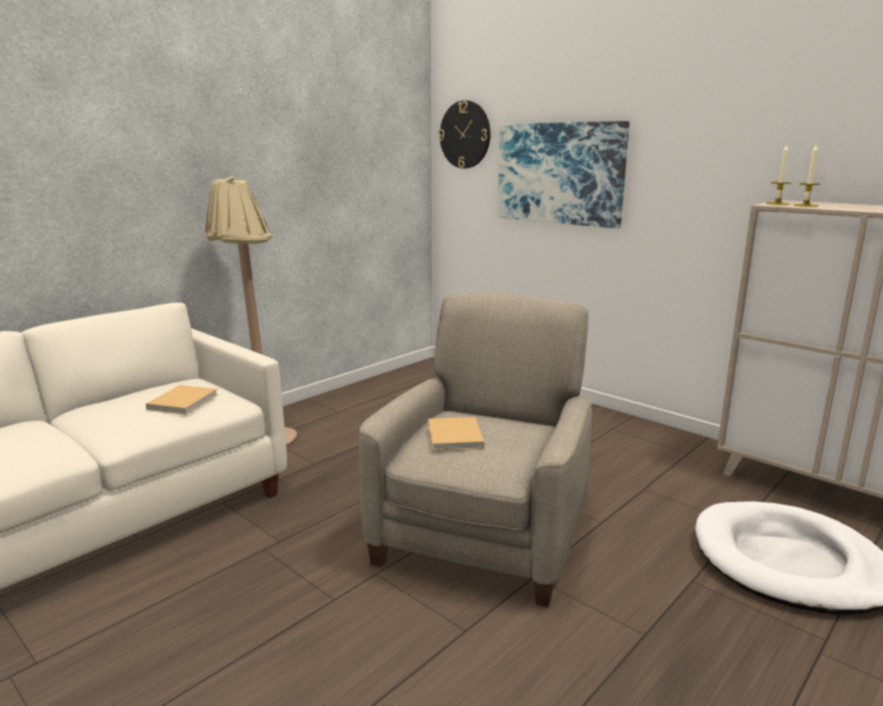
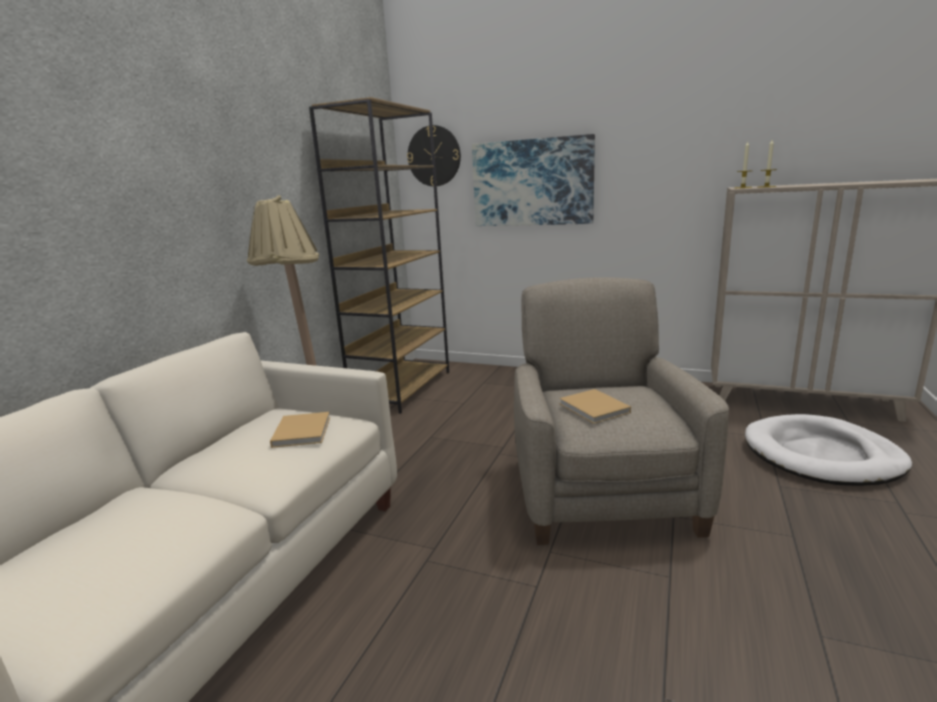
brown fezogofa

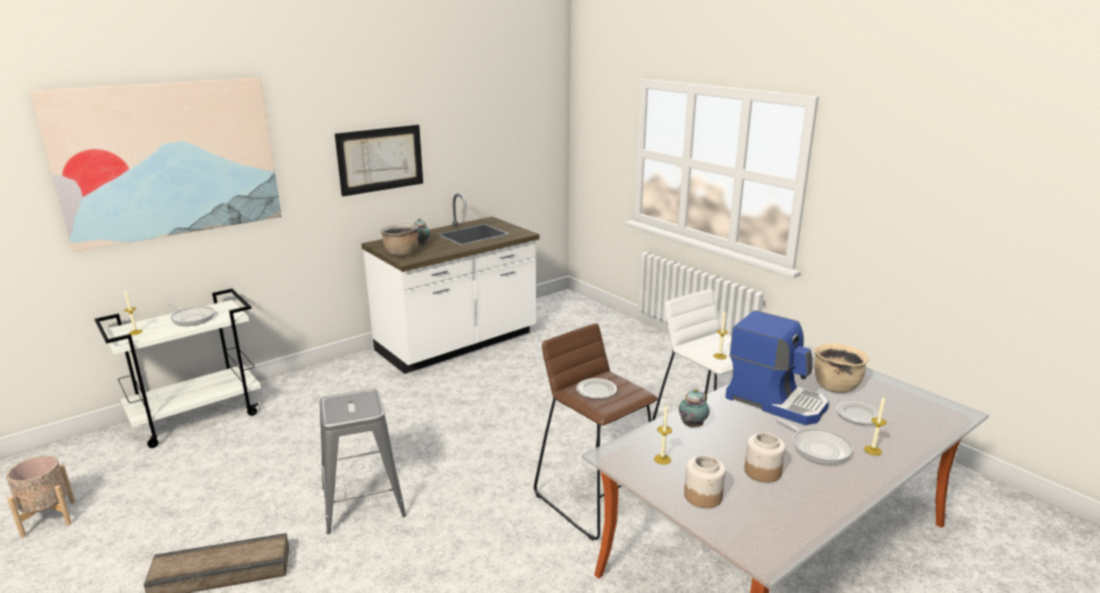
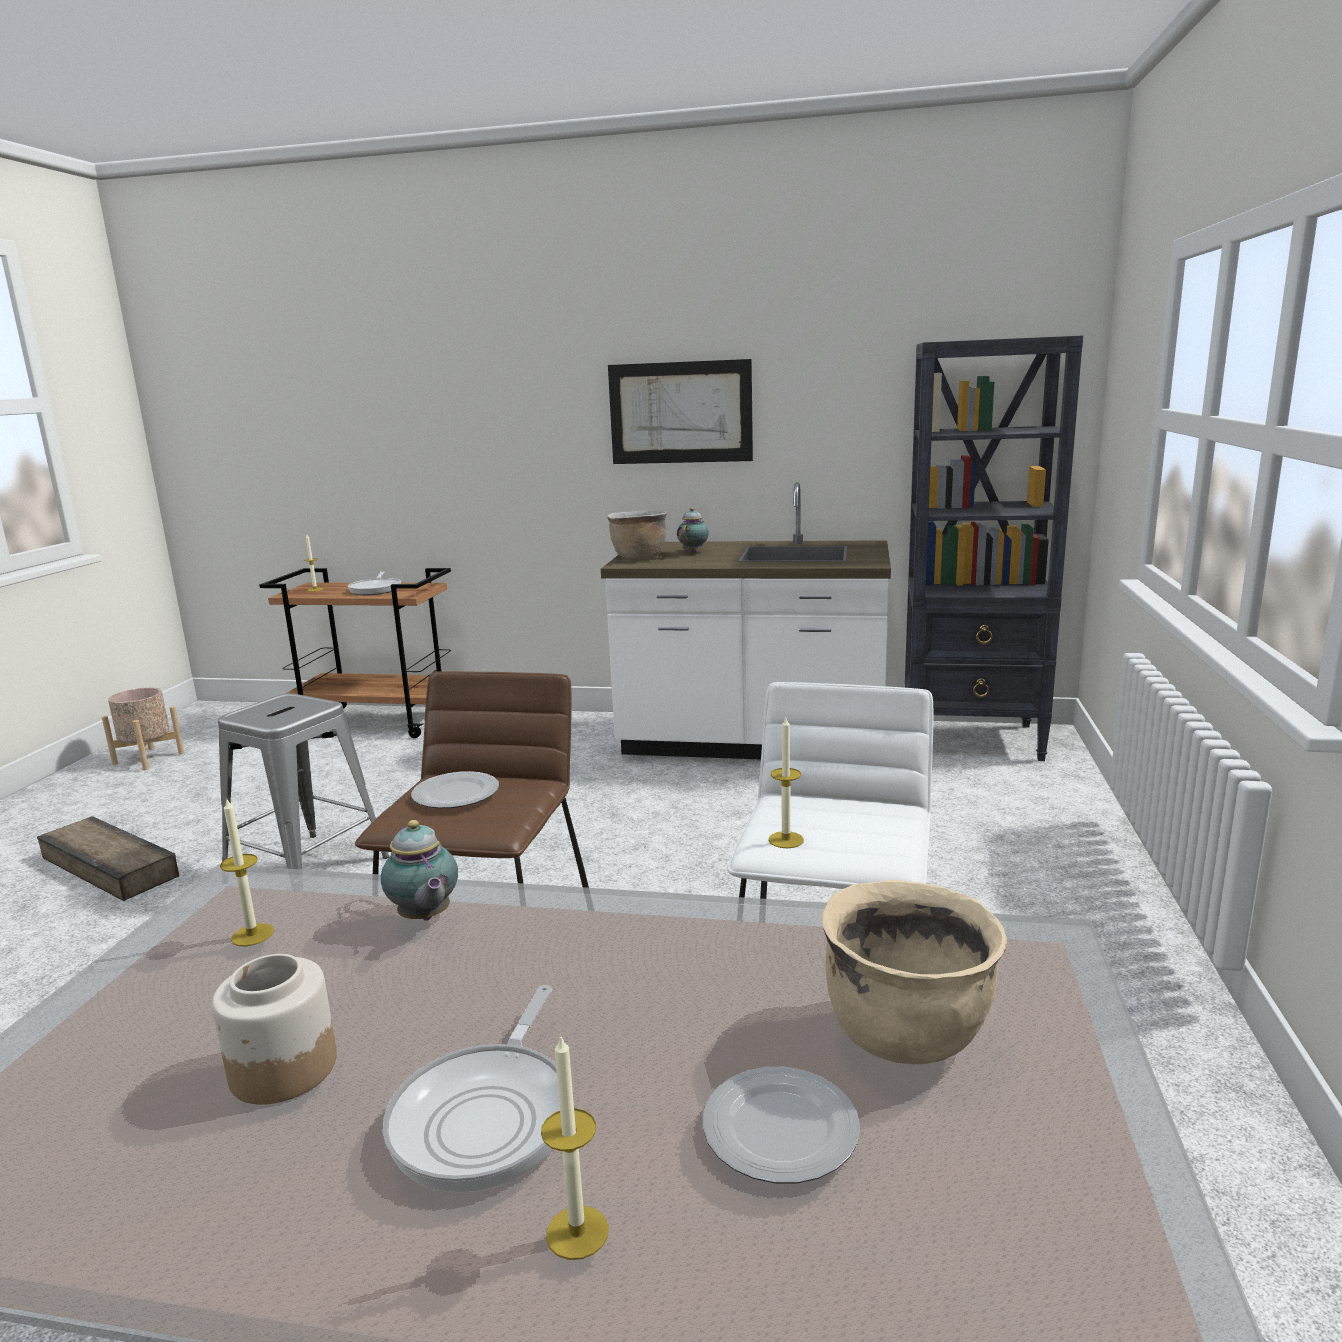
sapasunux (no. 1 from left in the first image)
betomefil (no. 1 from left in the first image)
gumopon
black fezogofa
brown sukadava
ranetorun (no. 1 from left)

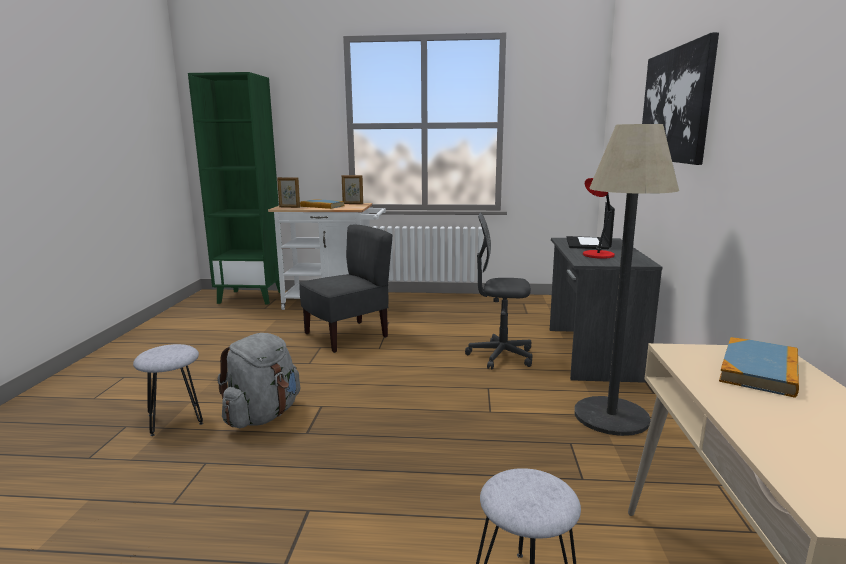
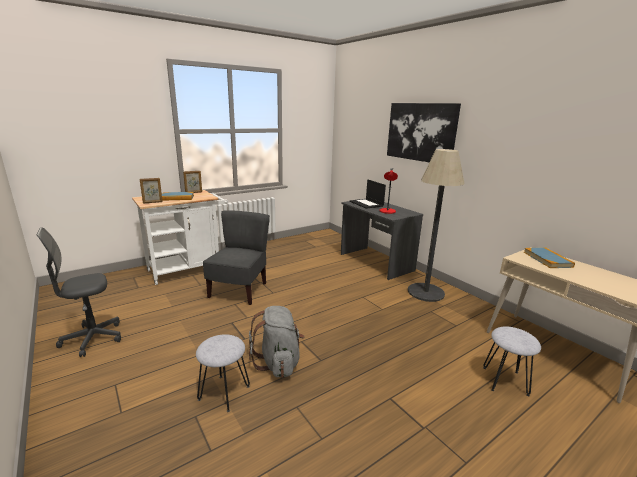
green fezogofa
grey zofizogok

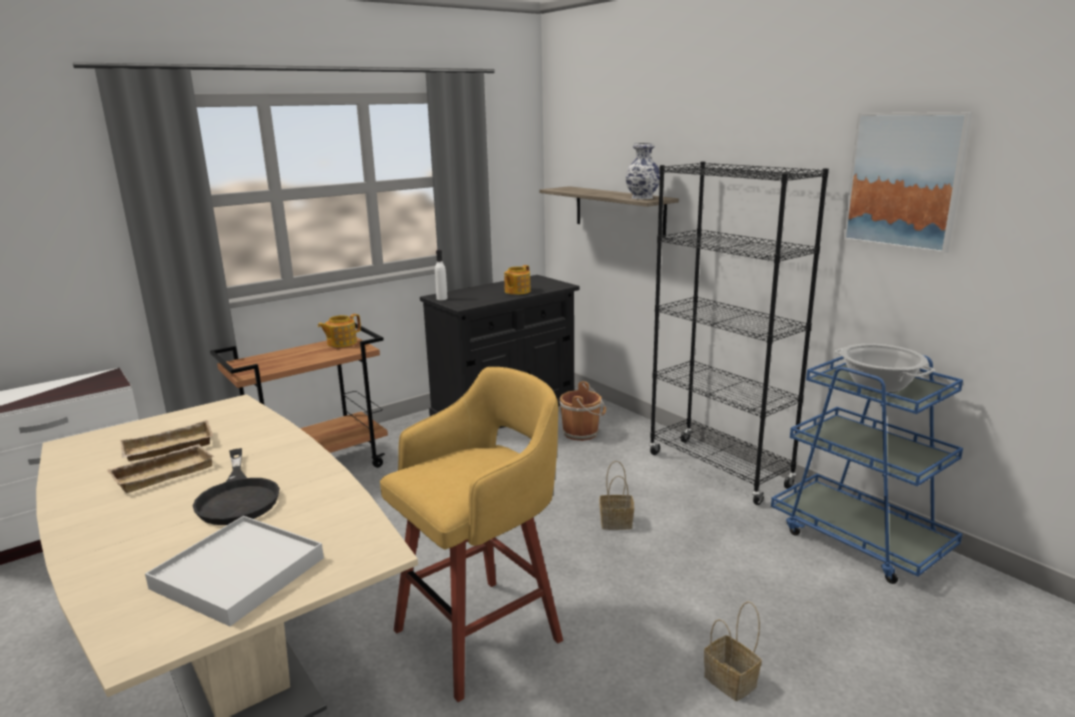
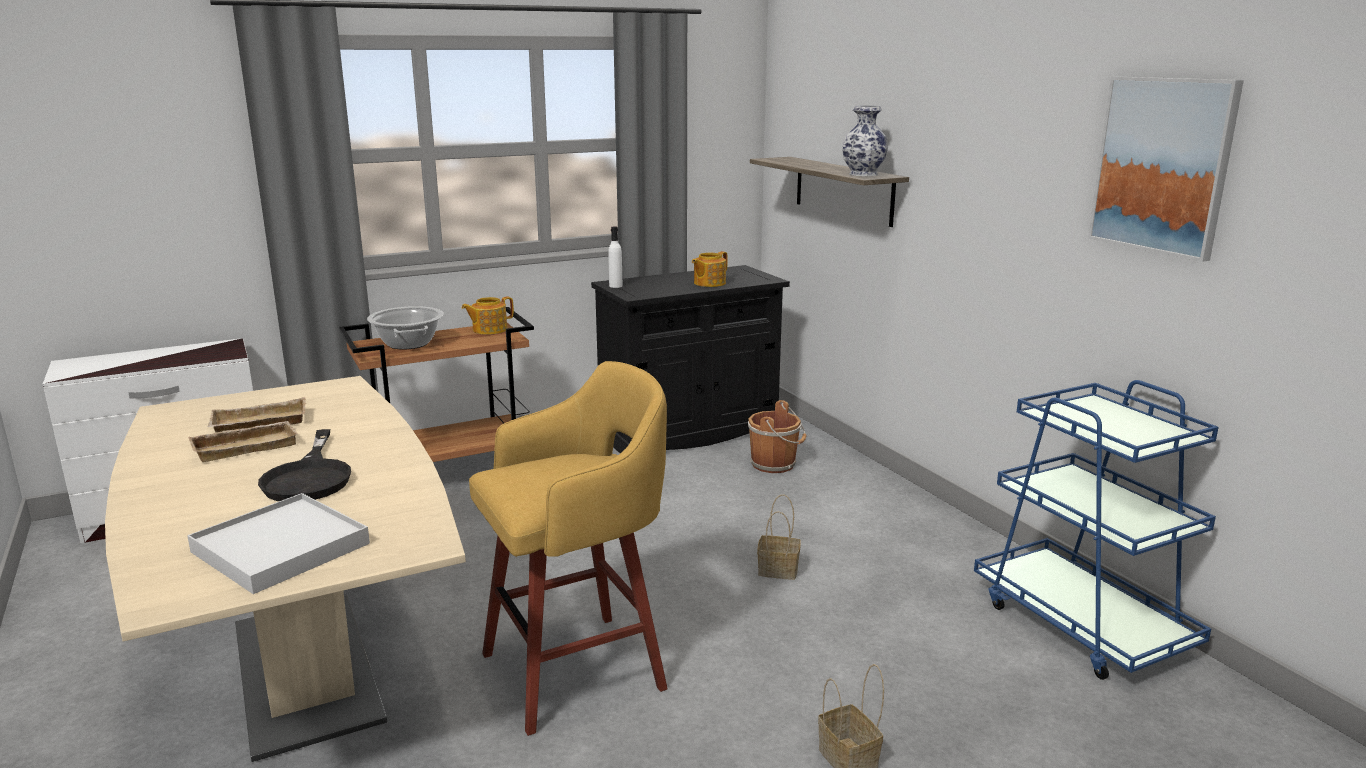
black fezogofa
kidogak

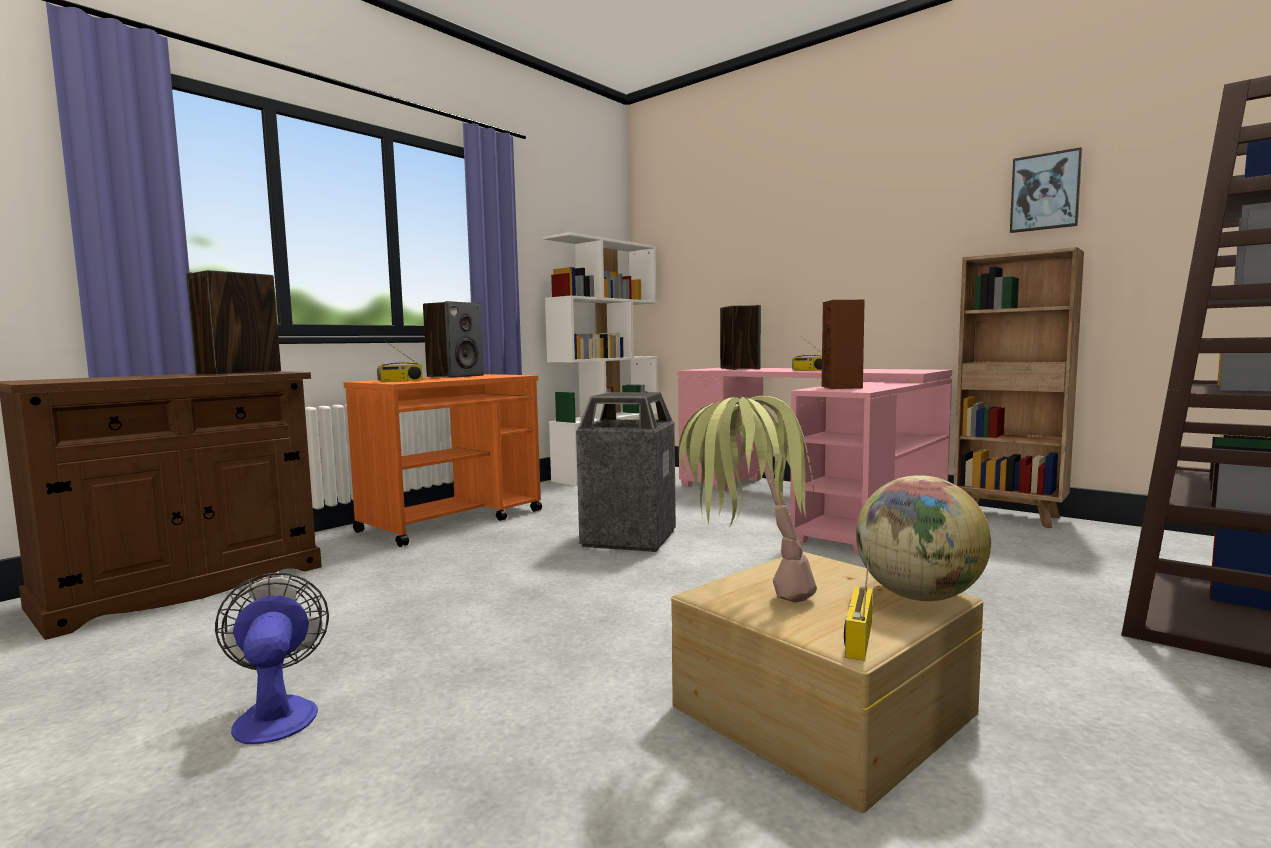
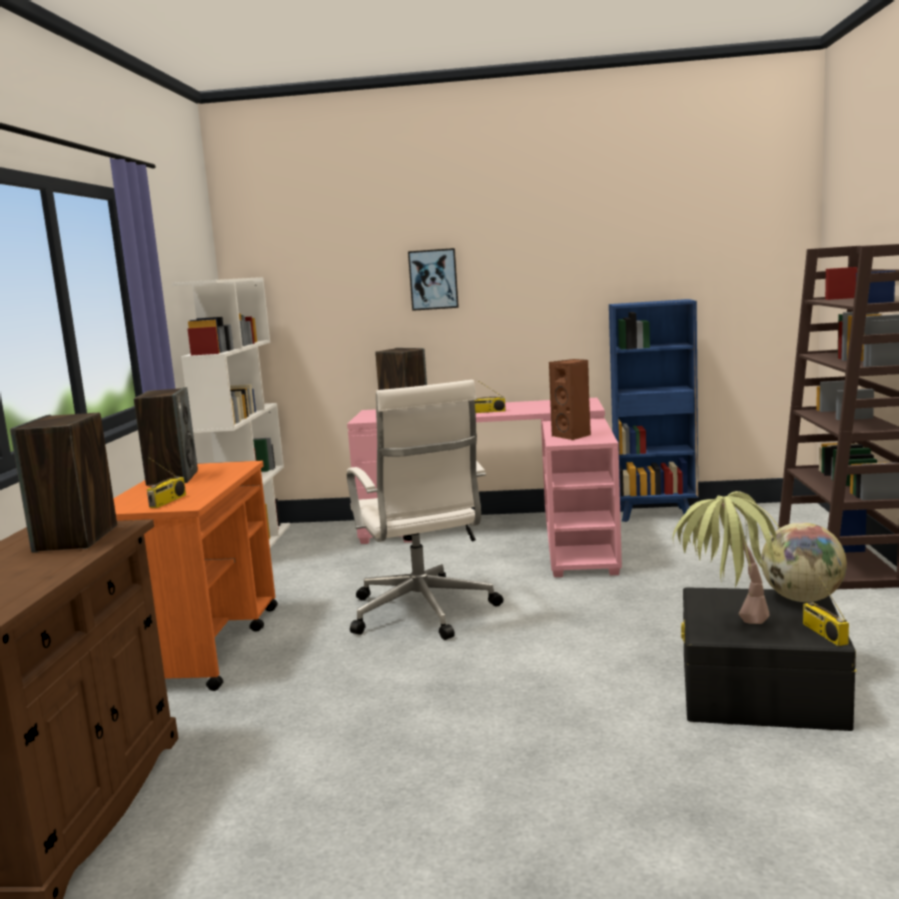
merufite
sapasunux
white zofizogok
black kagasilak
blue fezogofa

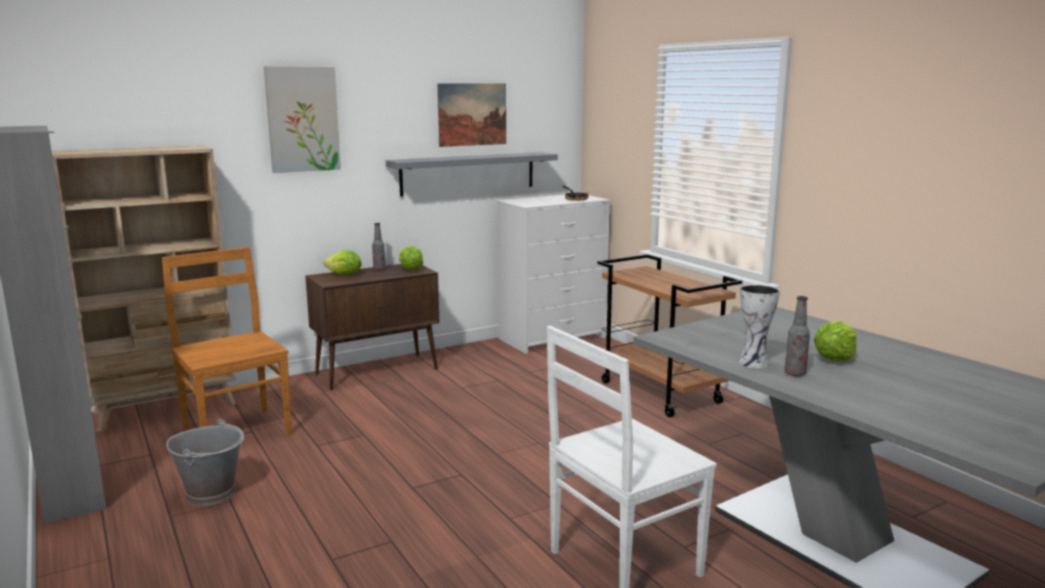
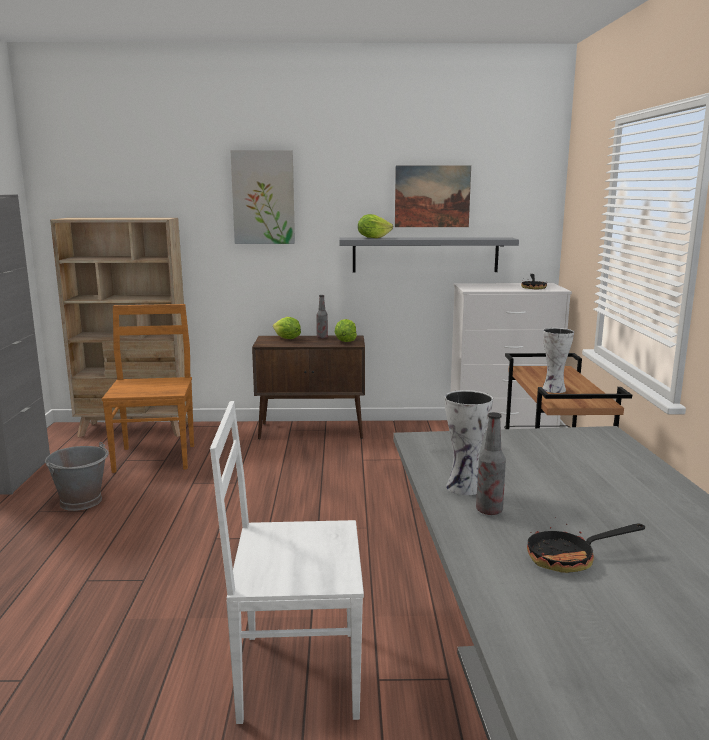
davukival (no. 2 from left)
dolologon (no. 2 from left)
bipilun (no. 3 from left)

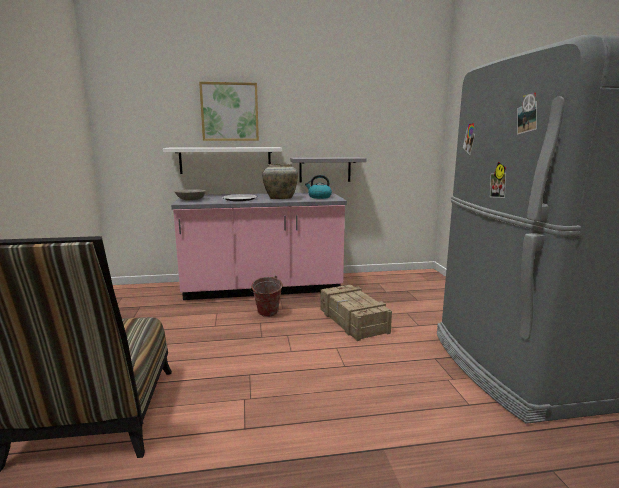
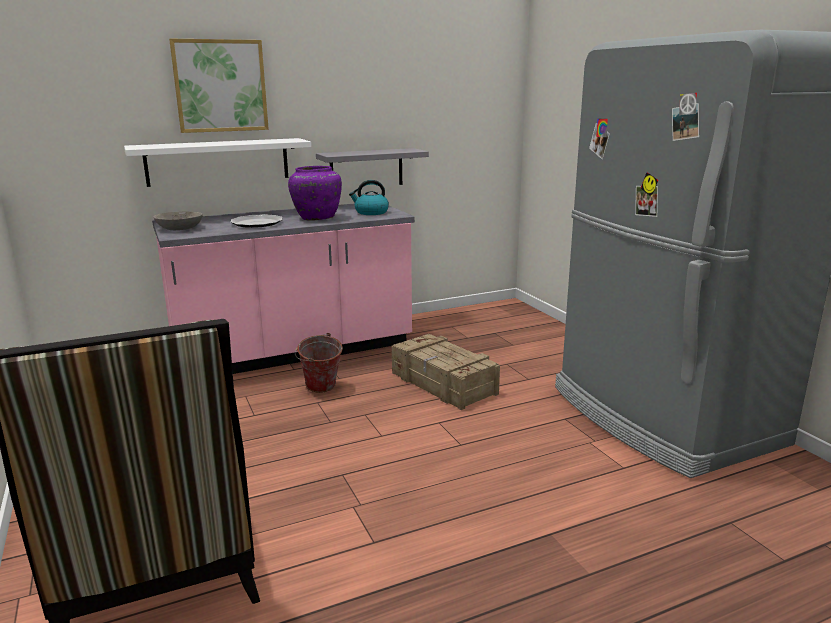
purple dolologon

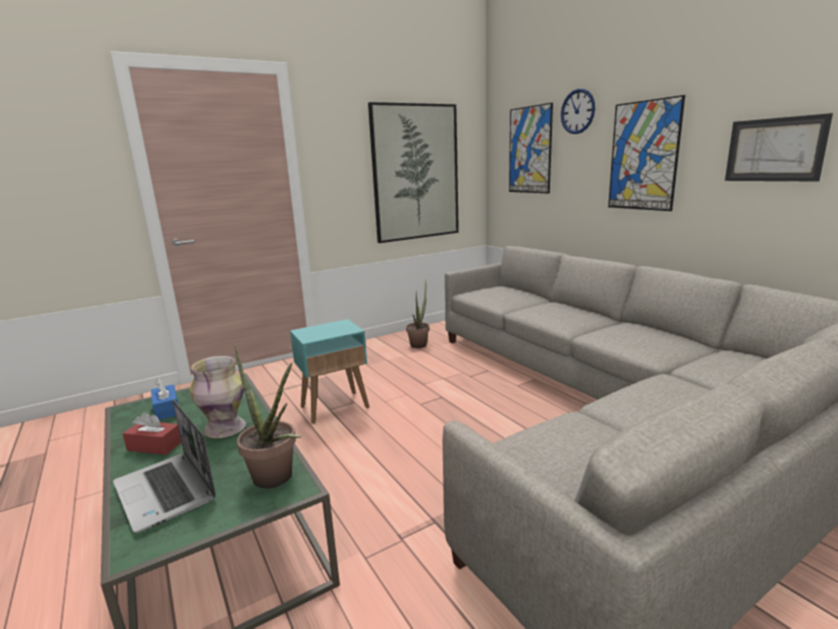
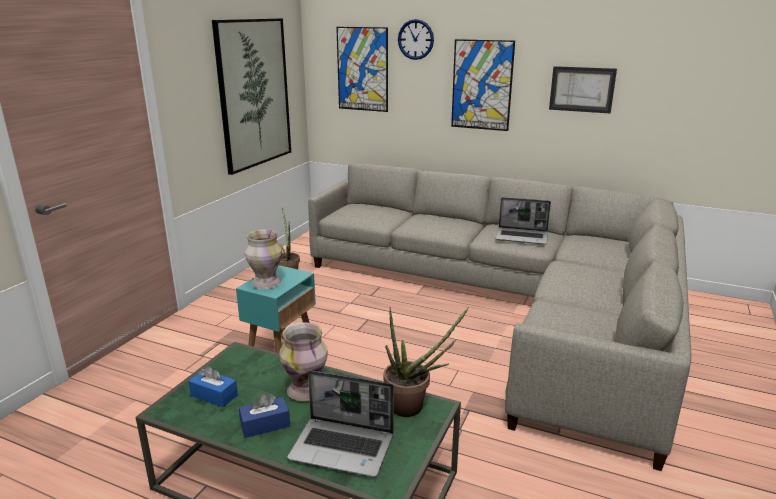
dolologon (no. 1 from left)
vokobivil (no. 2 from left)
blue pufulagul (no. 2 from left)

